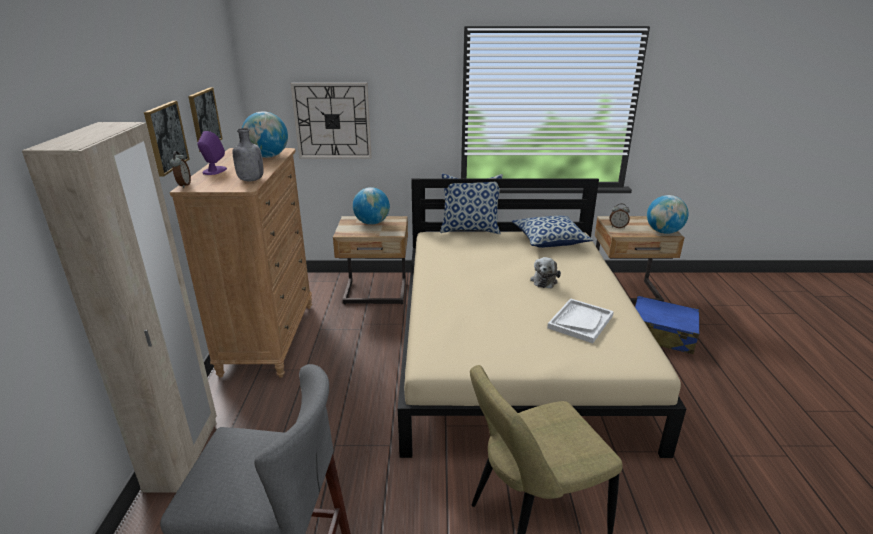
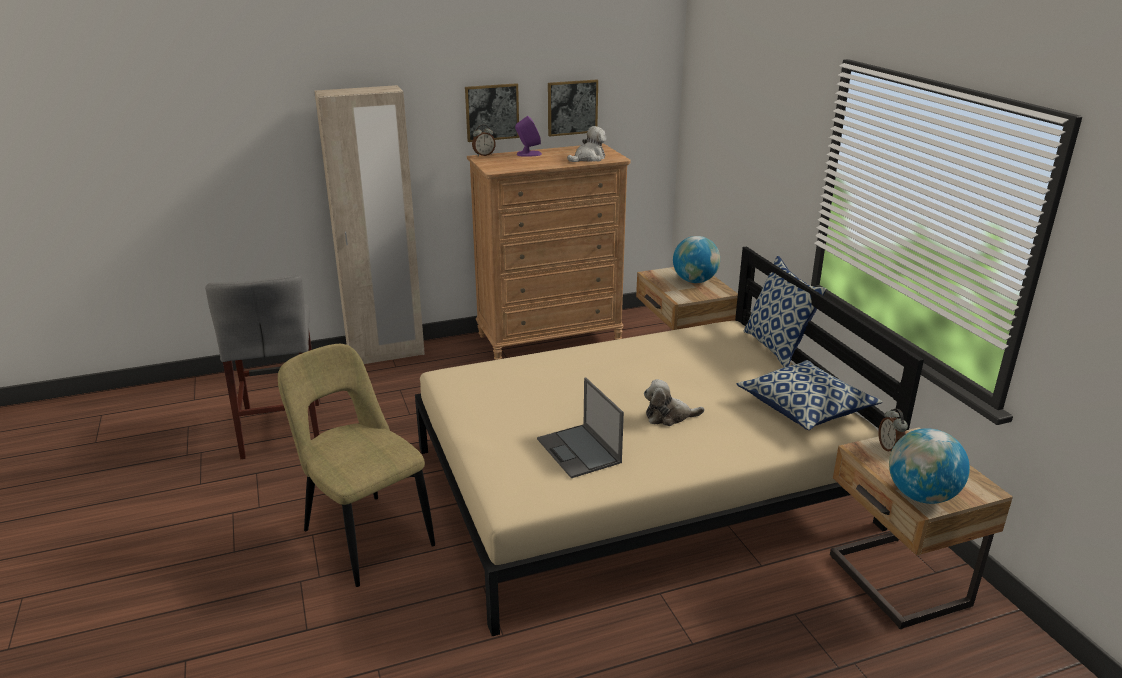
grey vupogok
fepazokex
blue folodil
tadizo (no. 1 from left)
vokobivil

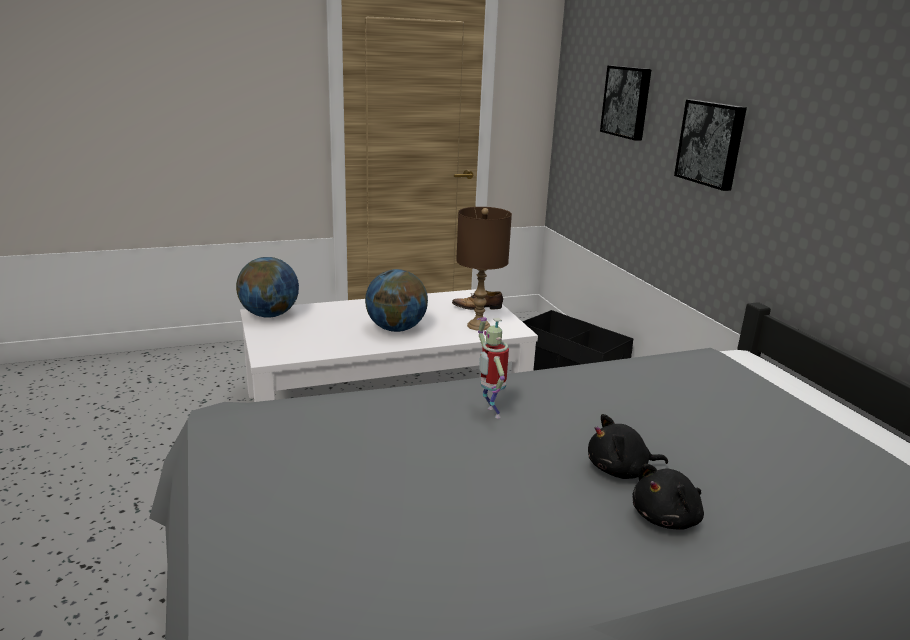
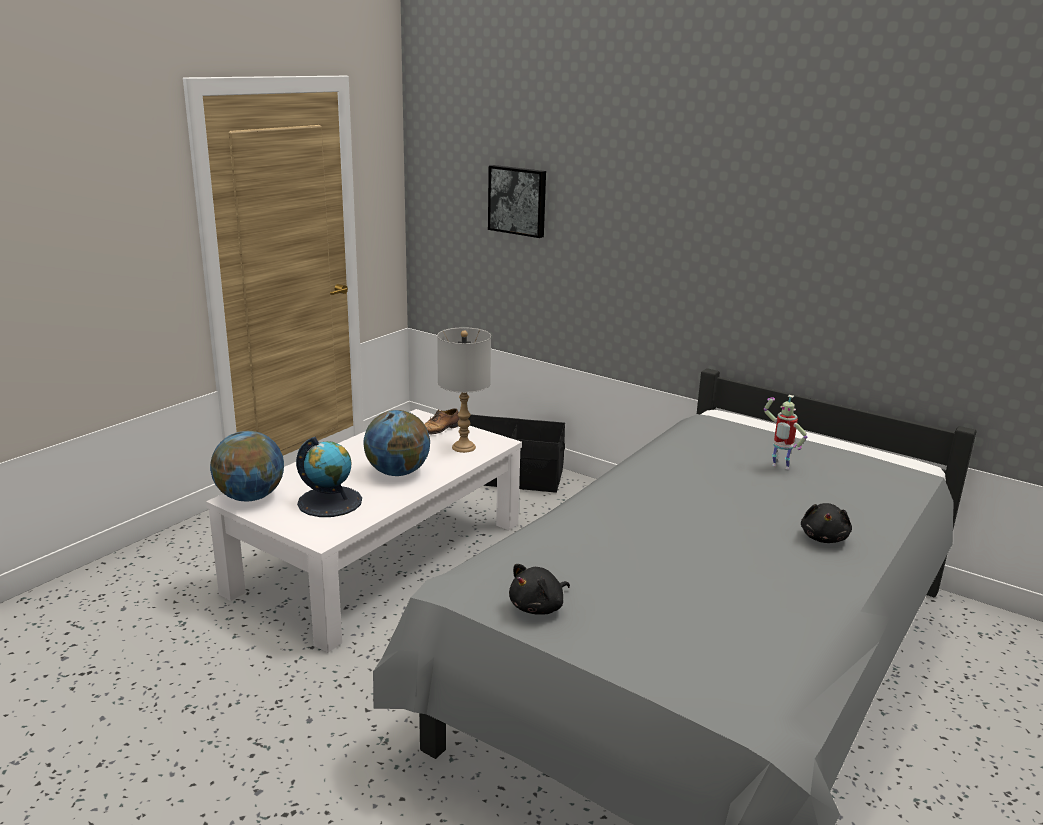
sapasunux (no. 2 from left in the first image)
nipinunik (no. 2 from left)
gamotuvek
black tadizo (no. 1 from left)
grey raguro

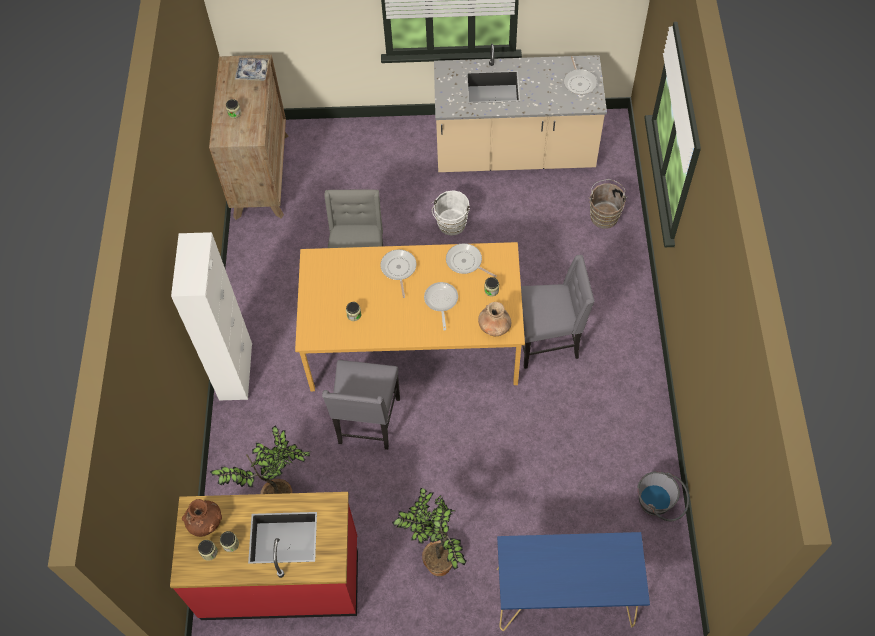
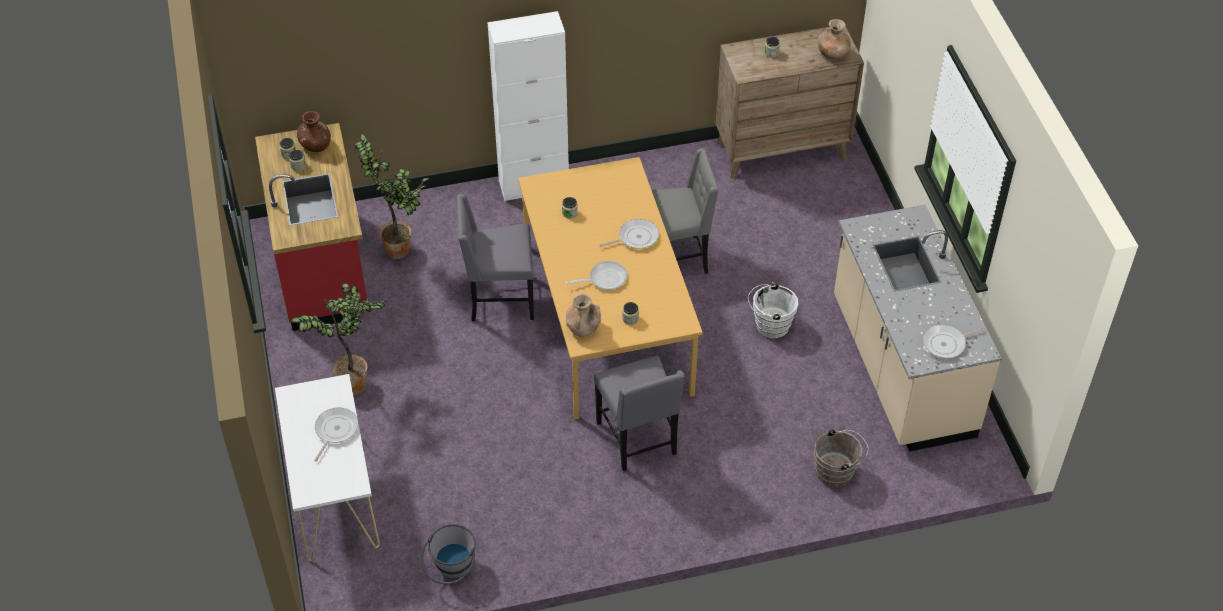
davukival (no. 1 from left)
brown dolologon (no. 3 from left)
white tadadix

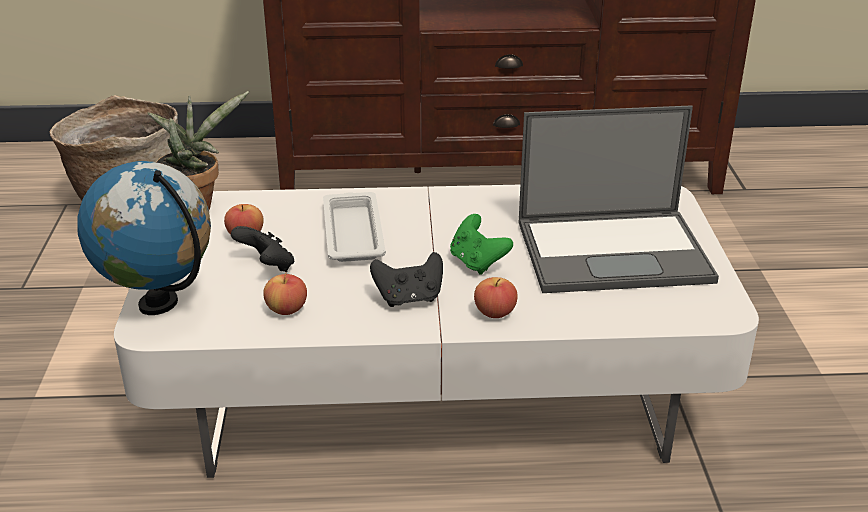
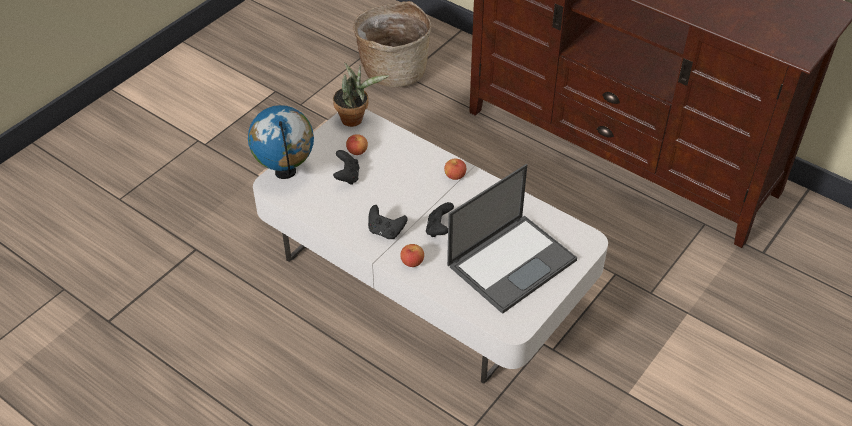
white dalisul
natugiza (no. 3 from left)
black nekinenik (no. 3 from left)
vokobivil

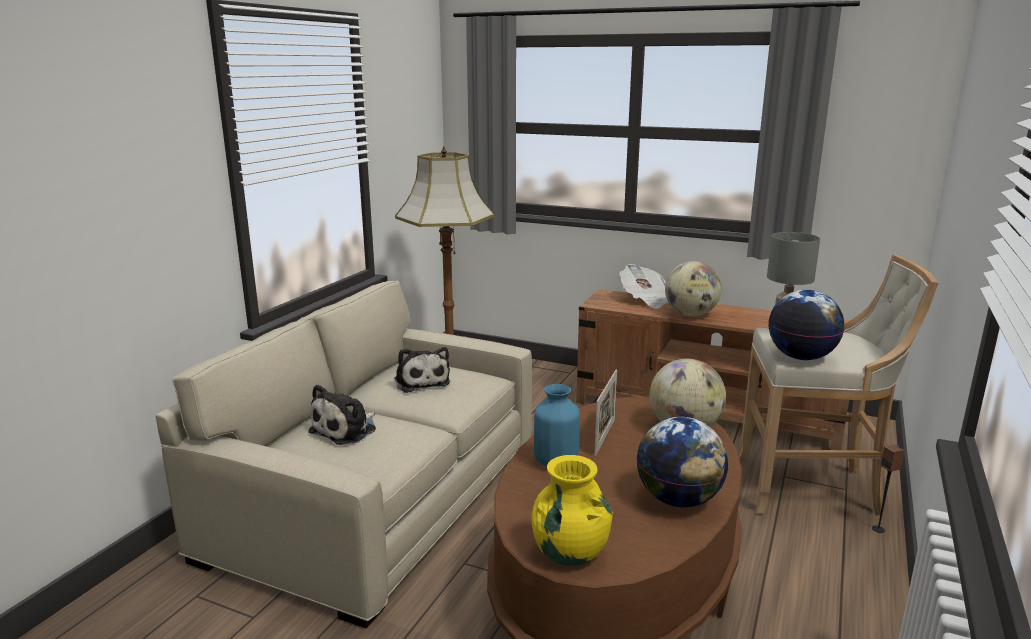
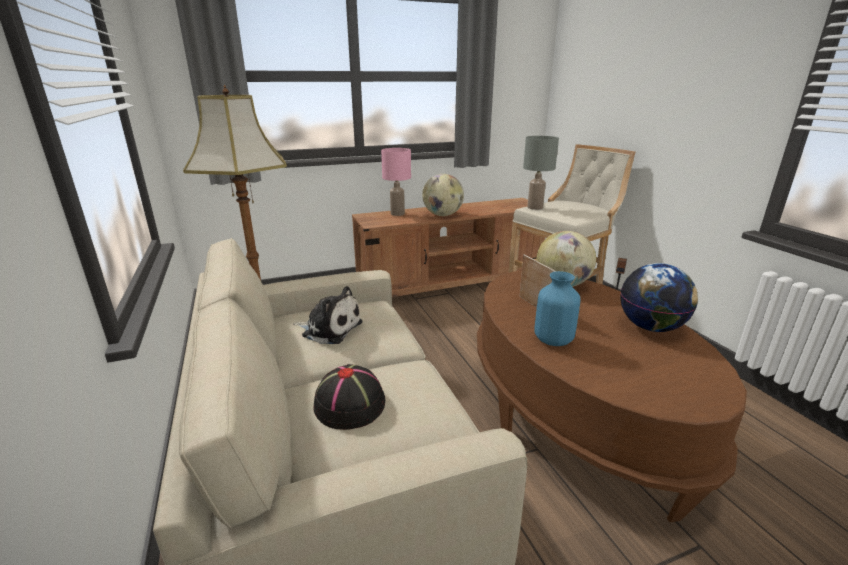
yellow dolologon
nipinunik (no. 4 from left in the first image)
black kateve
pink raguro

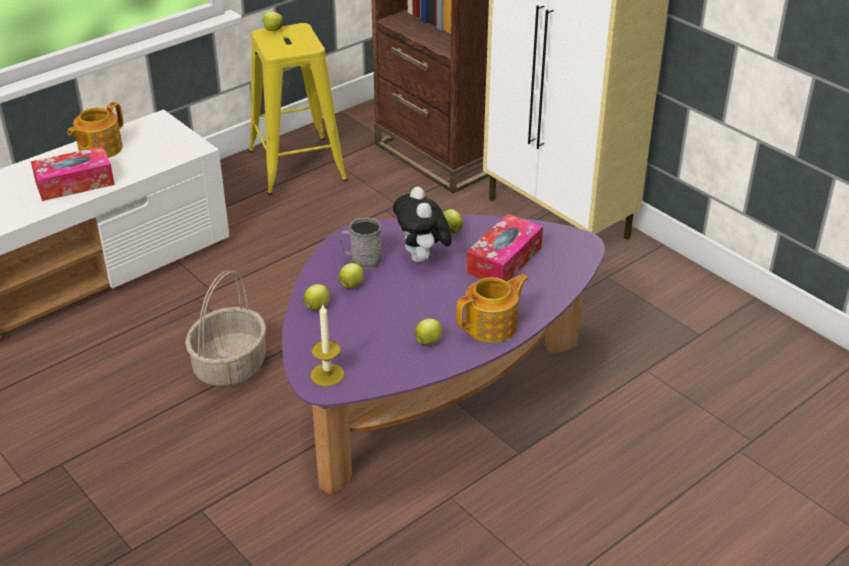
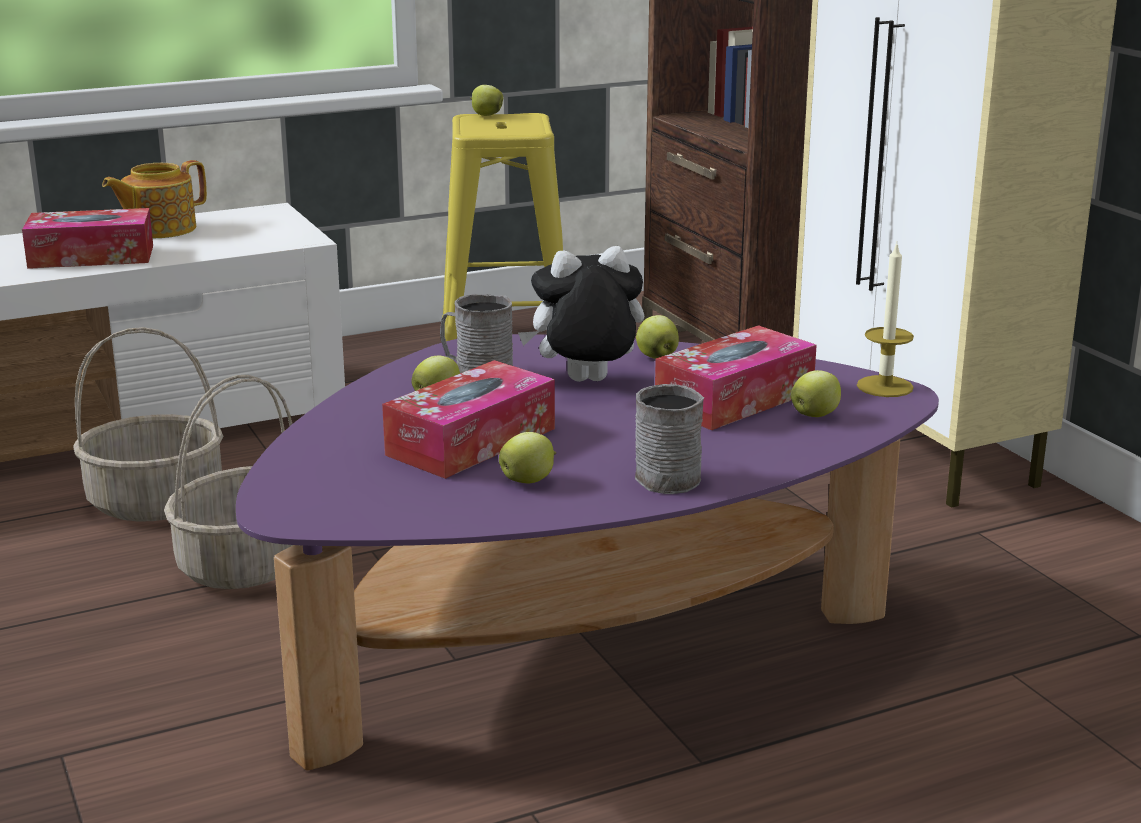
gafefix (no. 1 from left)
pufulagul (no. 2 from left)
natugiza (no. 5 from left)
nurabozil
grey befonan (no. 2 from left)
tadizo

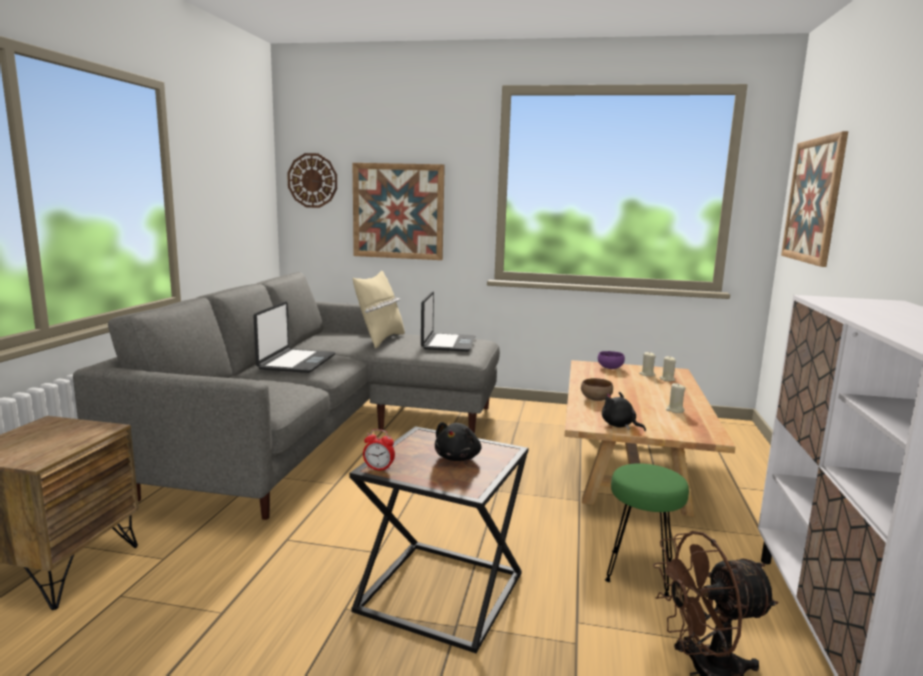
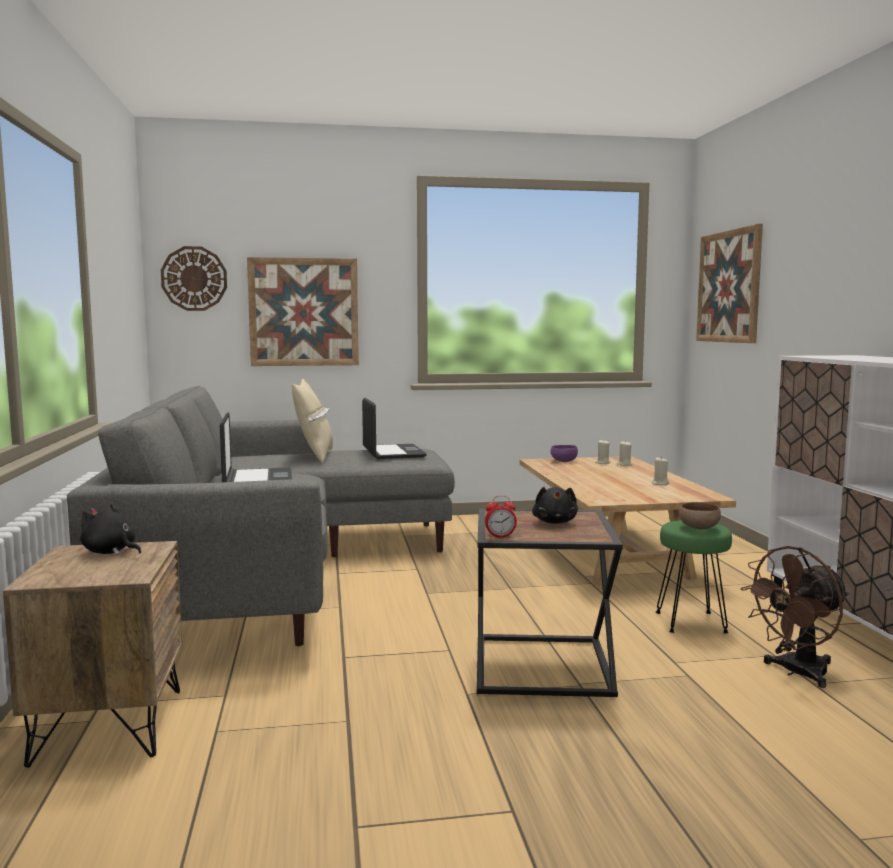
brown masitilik
black tadizo (no. 1 from left)

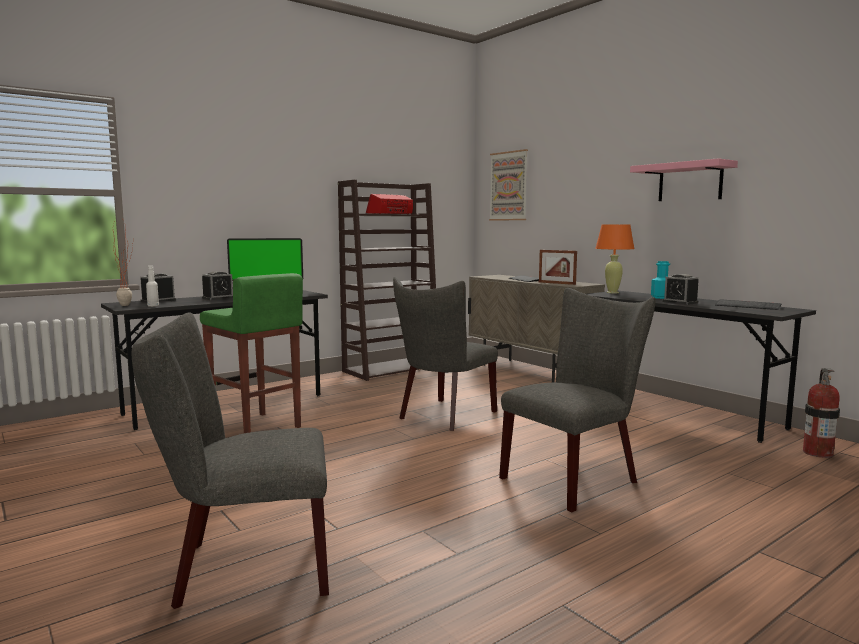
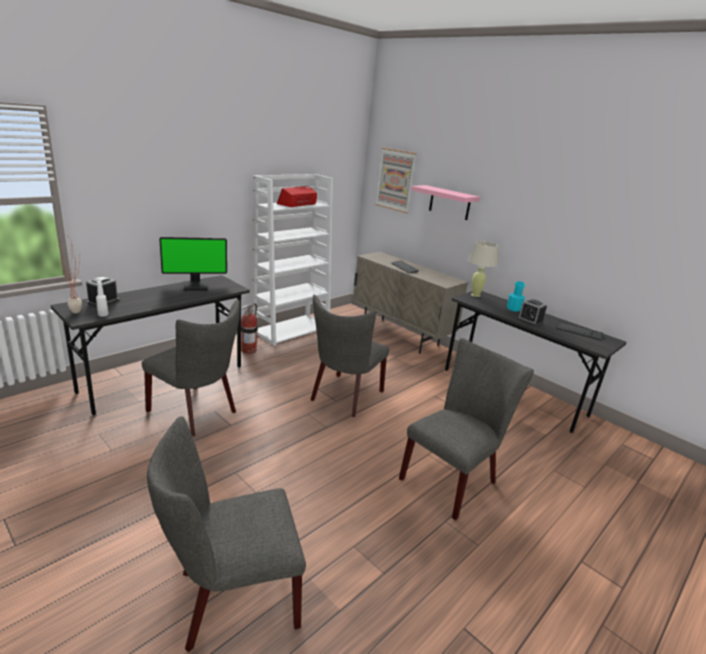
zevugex (no. 2 from left in the first image)
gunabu
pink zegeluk
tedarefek
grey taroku (no. 1 from left)
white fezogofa
beige raguro

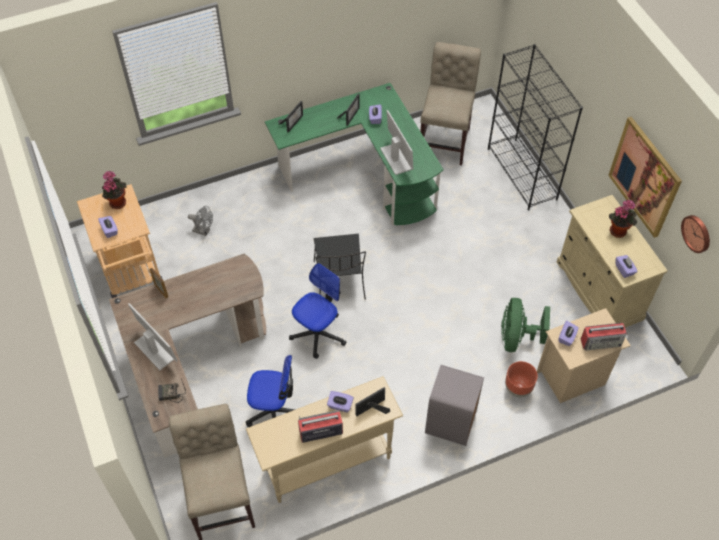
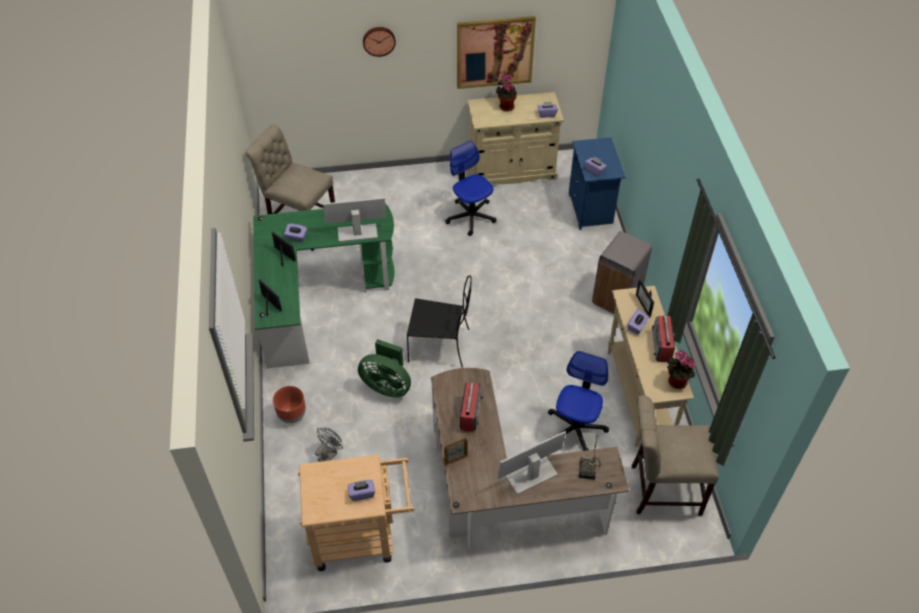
black fezogofa
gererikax (no. 2 from left)
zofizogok (no. 1 from left)
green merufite
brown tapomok
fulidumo (no. 1 from left)
fepazokex
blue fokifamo

